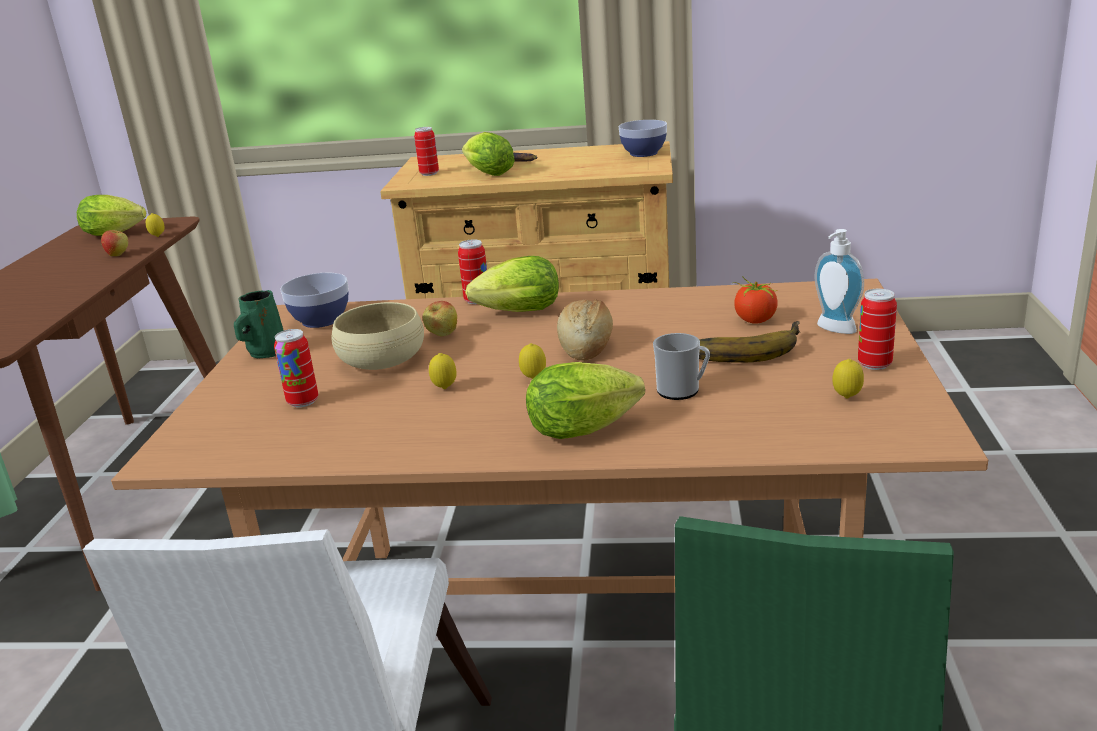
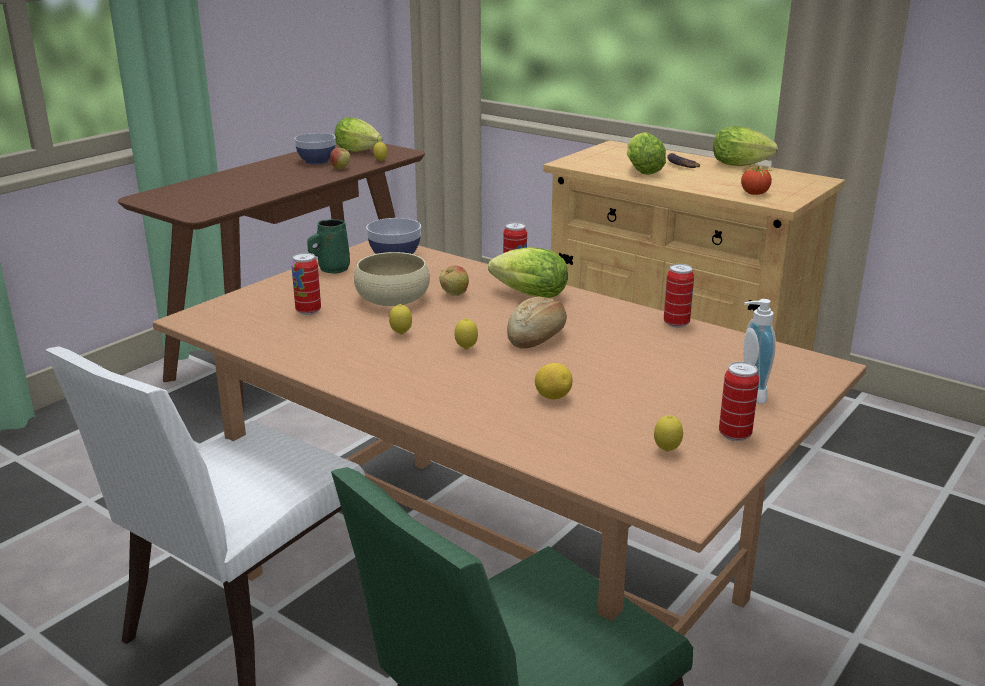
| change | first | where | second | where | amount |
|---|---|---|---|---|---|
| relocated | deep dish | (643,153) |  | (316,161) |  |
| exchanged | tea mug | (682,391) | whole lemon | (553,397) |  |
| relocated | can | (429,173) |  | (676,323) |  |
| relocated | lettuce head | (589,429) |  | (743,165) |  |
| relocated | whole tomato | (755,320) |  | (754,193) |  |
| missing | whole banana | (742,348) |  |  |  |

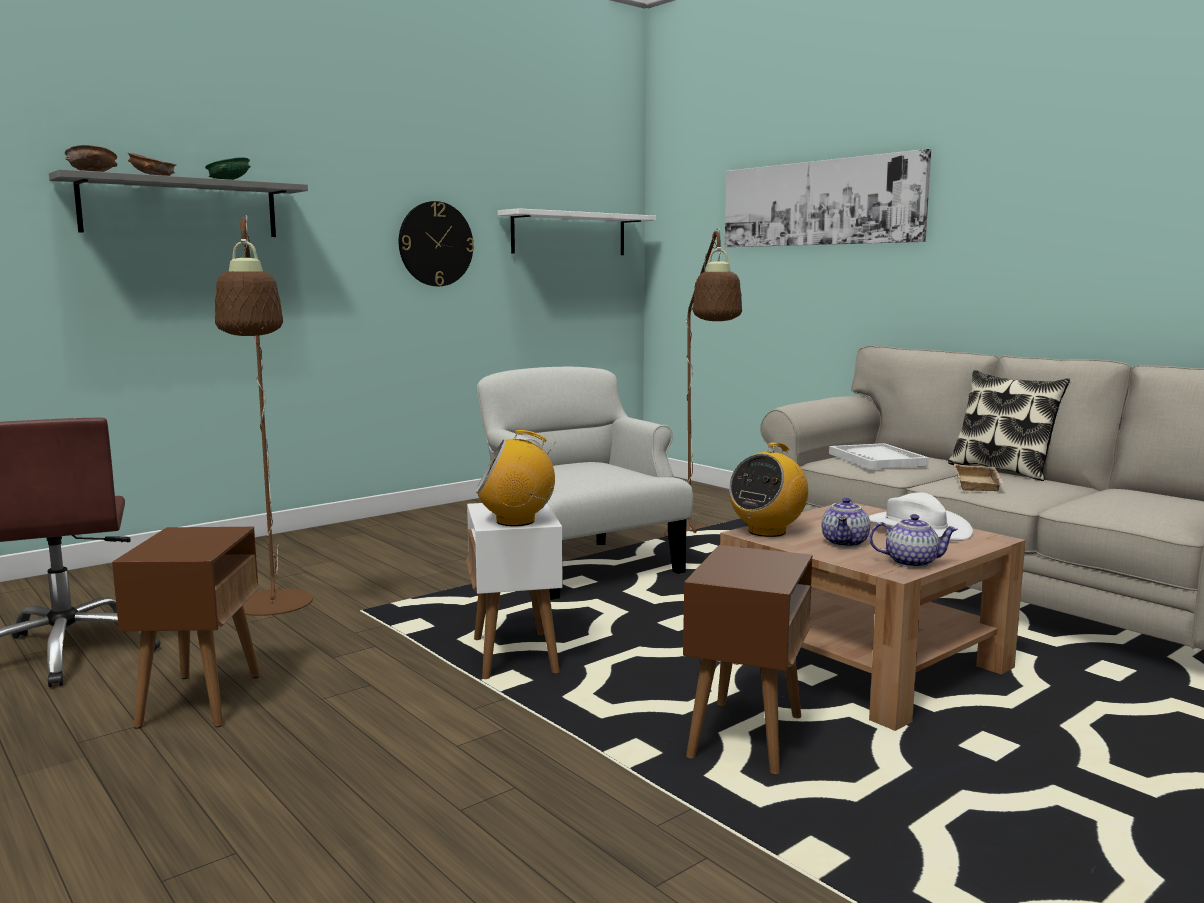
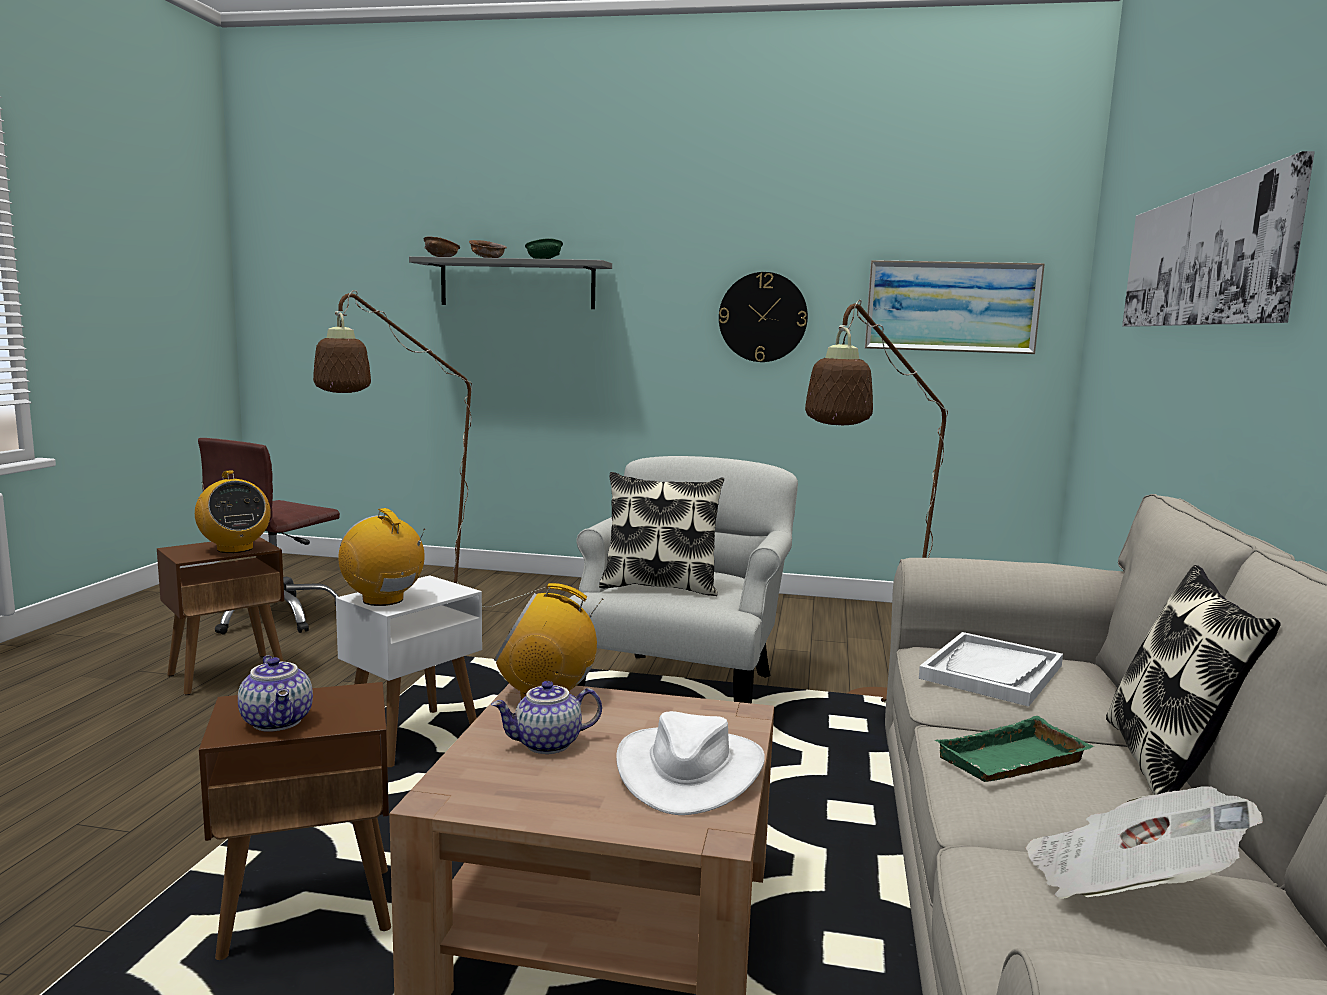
| change | first | where | second | where | amount |
|---|---|---|---|---|---|
| appeared |  |  | radio | (234,549) |  |
| relocated | teapot | (911,562) |  | (279,722) |  |
| appeared |  |  | pillow | (660,586) |  |
| exchanged | white-coloured bracket shelf | (569,234) | picture | (951,307) |  |
| colour | beige carrying tray | (980,484) | green-coloured carrying tray | (1013,763) |  |
| appeared |  |  | daily paper | (1126,887) |  |

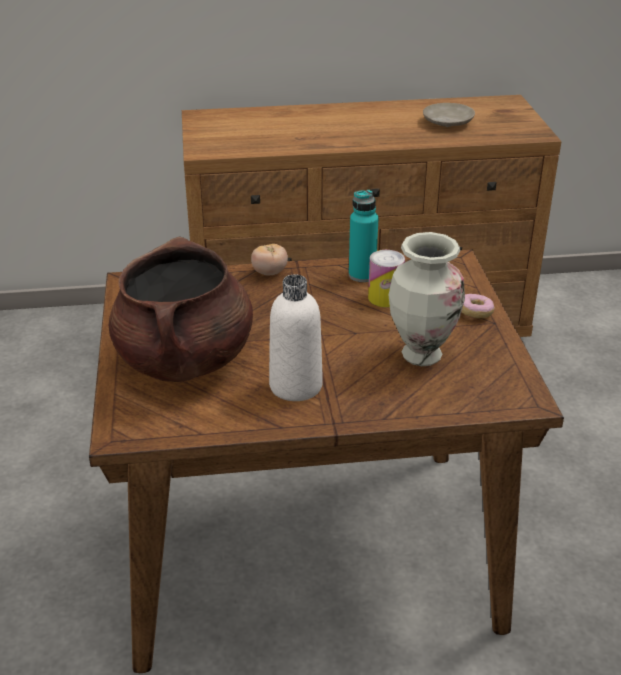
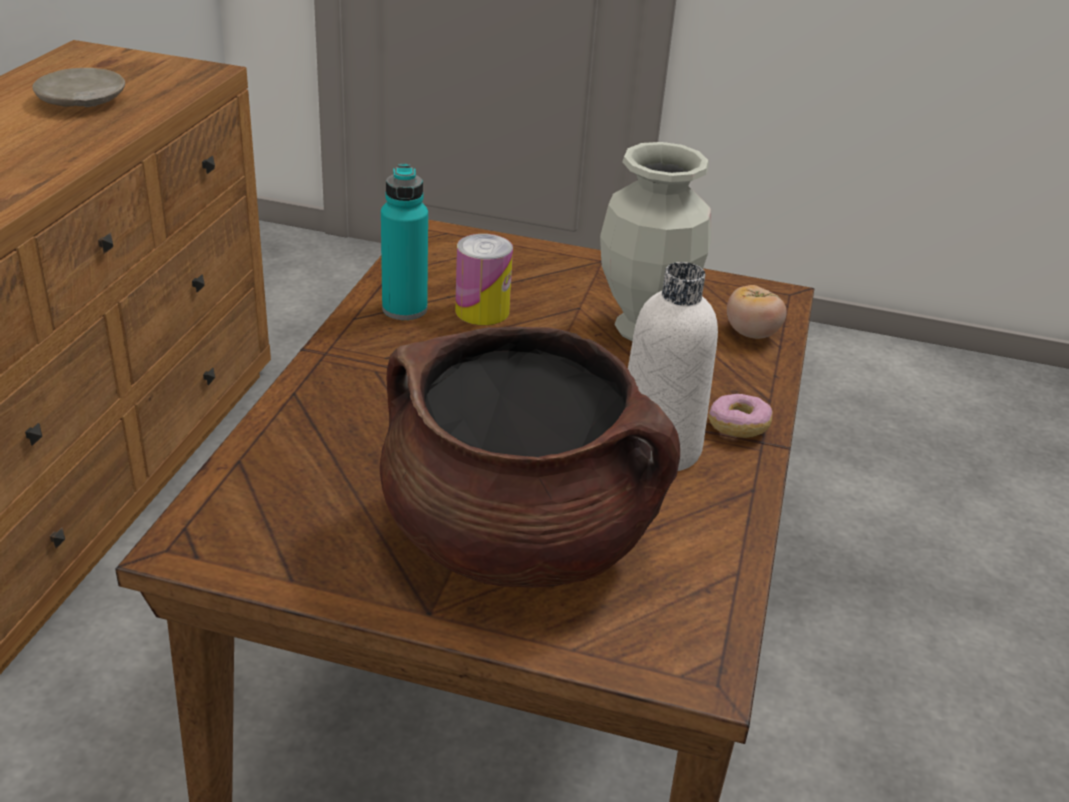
| change | first | where | second | where | amount |
|---|---|---|---|---|---|
| relocated | doughnut | (475,313) |  | (738,427) |  |
| relocated | whole tomato | (269,272) |  | (751,334) |  |

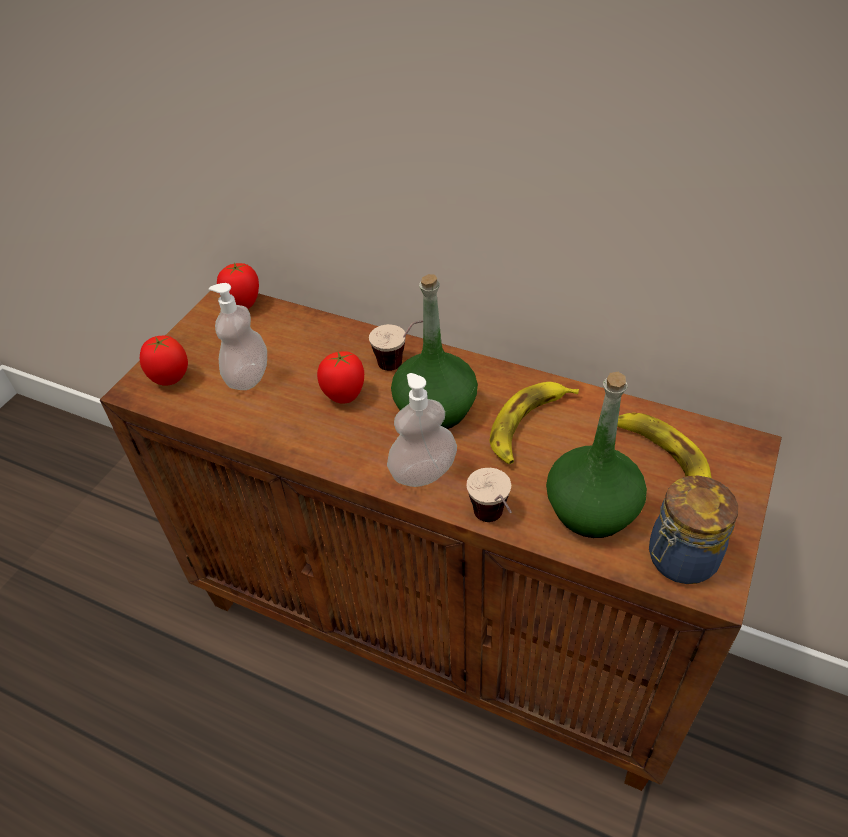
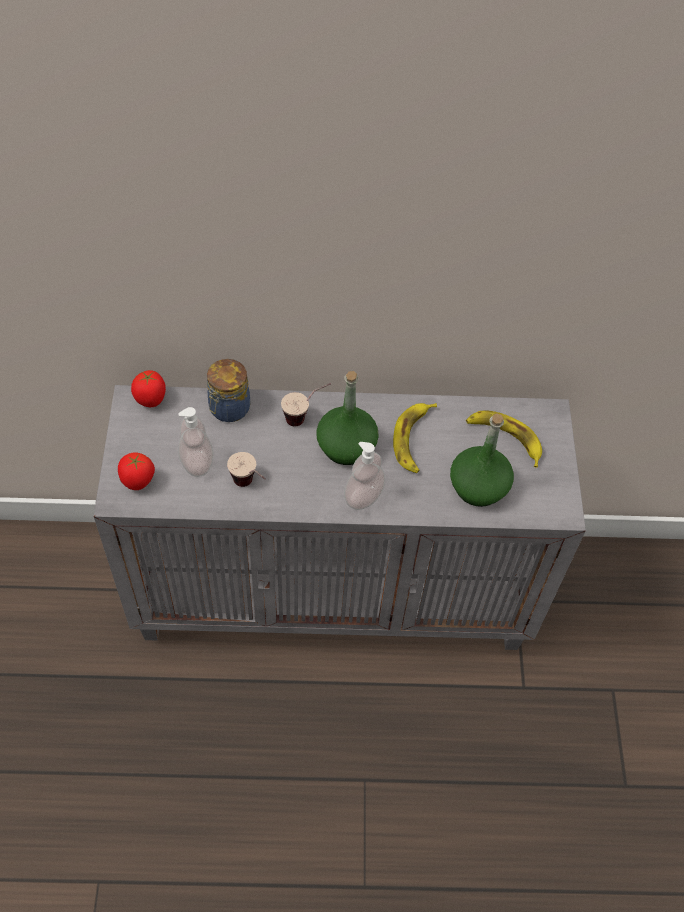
| change | first | where | second | where | amount |
|---|---|---|---|---|---|
| colour | brownish storage cabinet | (441,629) | grey storage cabinet | (335,591) |  |
| relocated | preserve jar | (679,560) |  | (228,409) |  |
| relocated | small cup | (494,525) |  | (250,487) |  |
| missing | whole tomato | (344,396) |  |  |  |

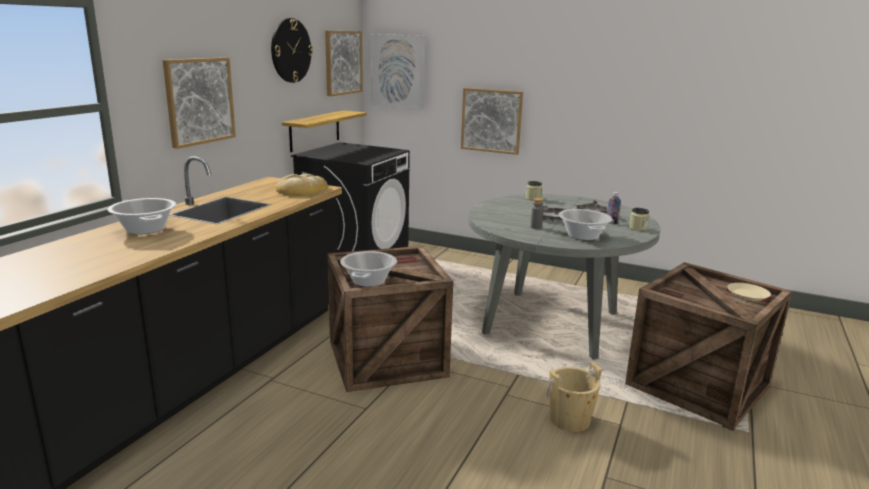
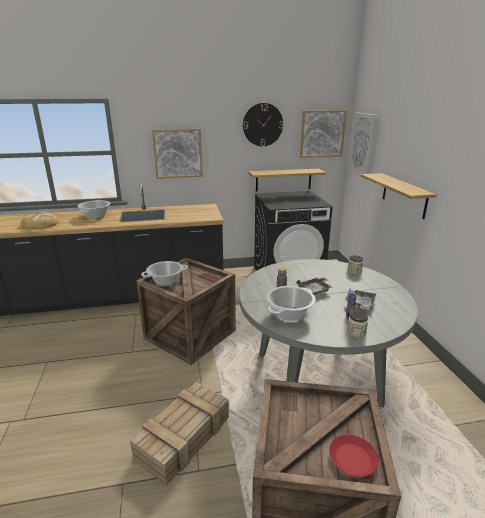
| change | first | where | second | where | amount |
|---|---|---|---|---|---|
| relocated | baked bread | (301,190) |  | (40,224) |  |
| exchanged | beige bucket | (570,420) | shipping crate | (183,439) |  |
| colour | beige plate | (748,295) | reddish plate | (353,459) |  |
| exchanged | picture | (491,120) | bracket shelf | (404,195) |  |

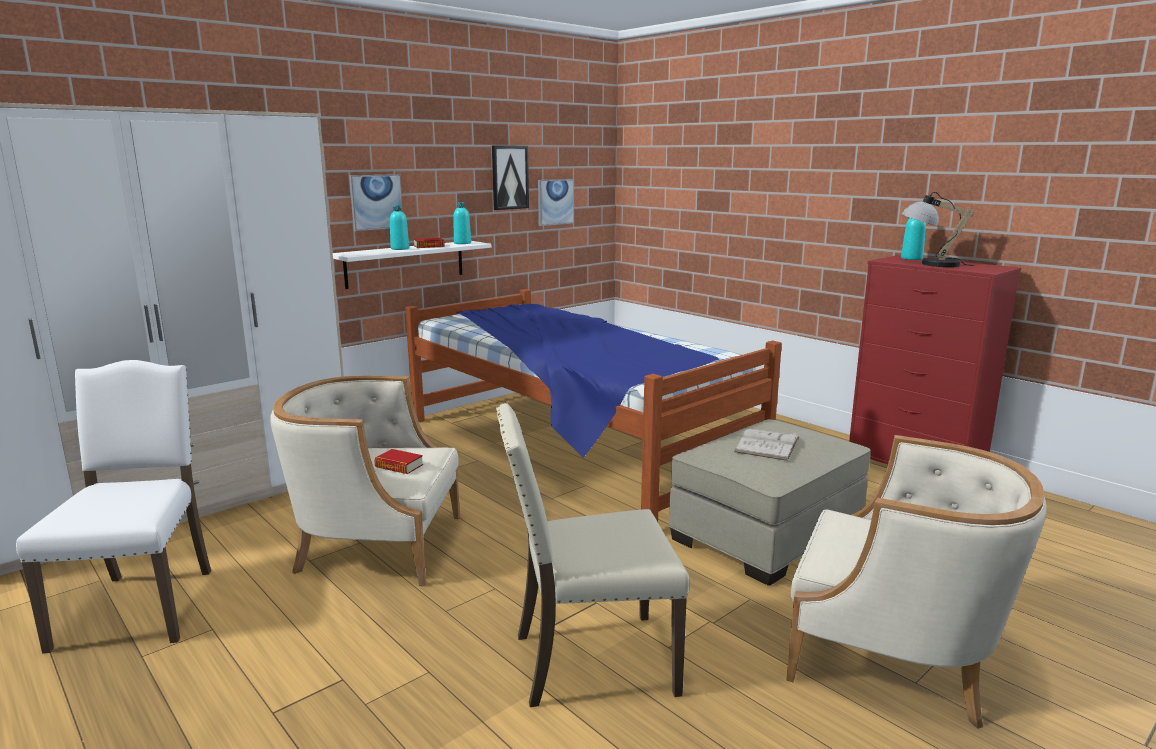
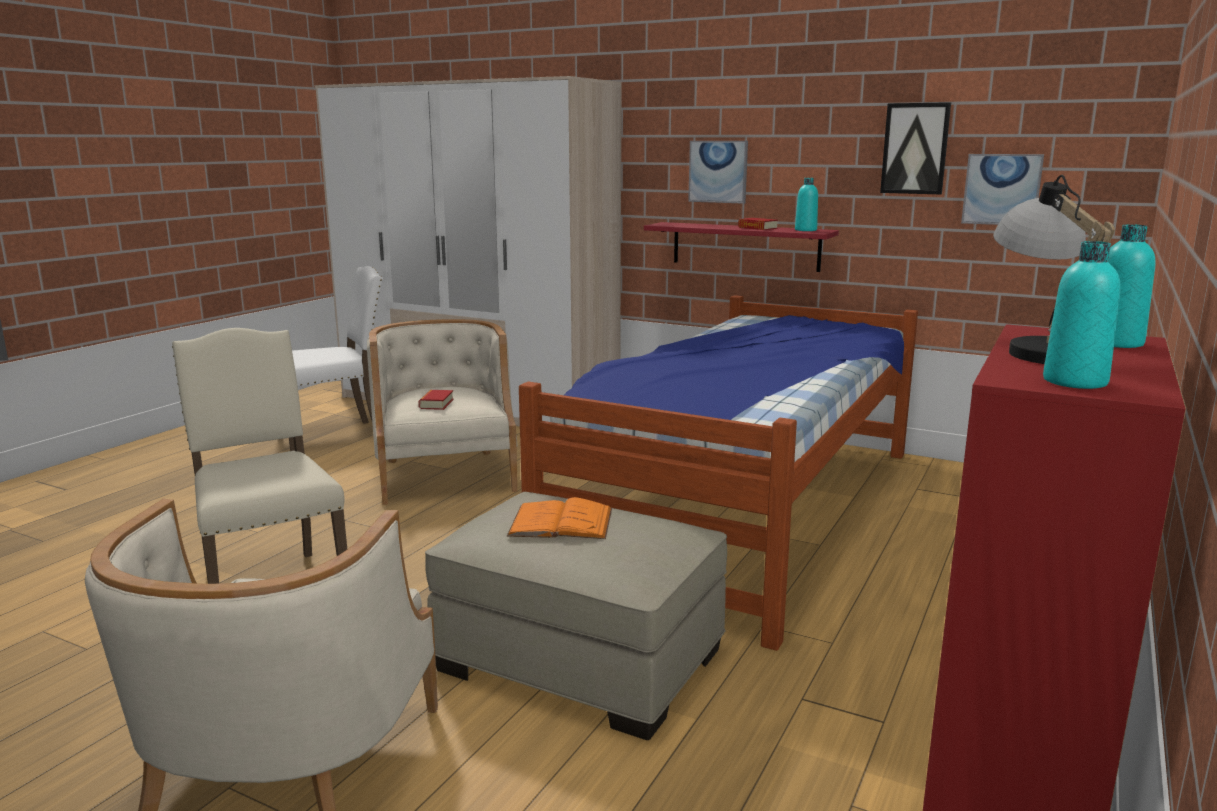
| change | first | where | second | where | amount |
|---|---|---|---|---|---|
| colour | white-coloured volume | (767,444) | orange volume | (561,522) |  |
| colour | white-coloured bracket shelf | (405,264) | reddish bracket shelf | (745,246) |  |
| relocated | blue-green beverage bottle | (400,248) |  | (1075,382) |  |

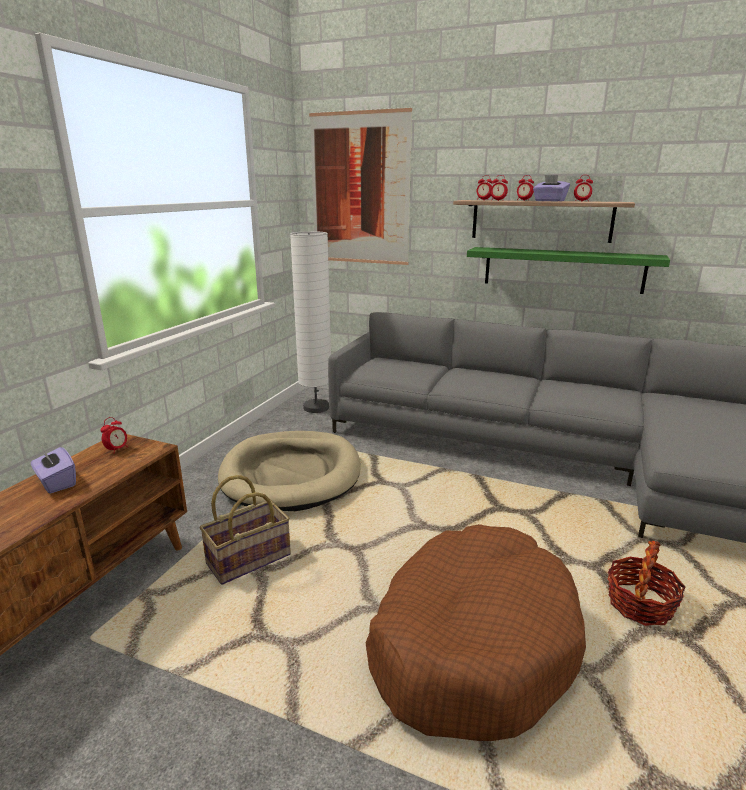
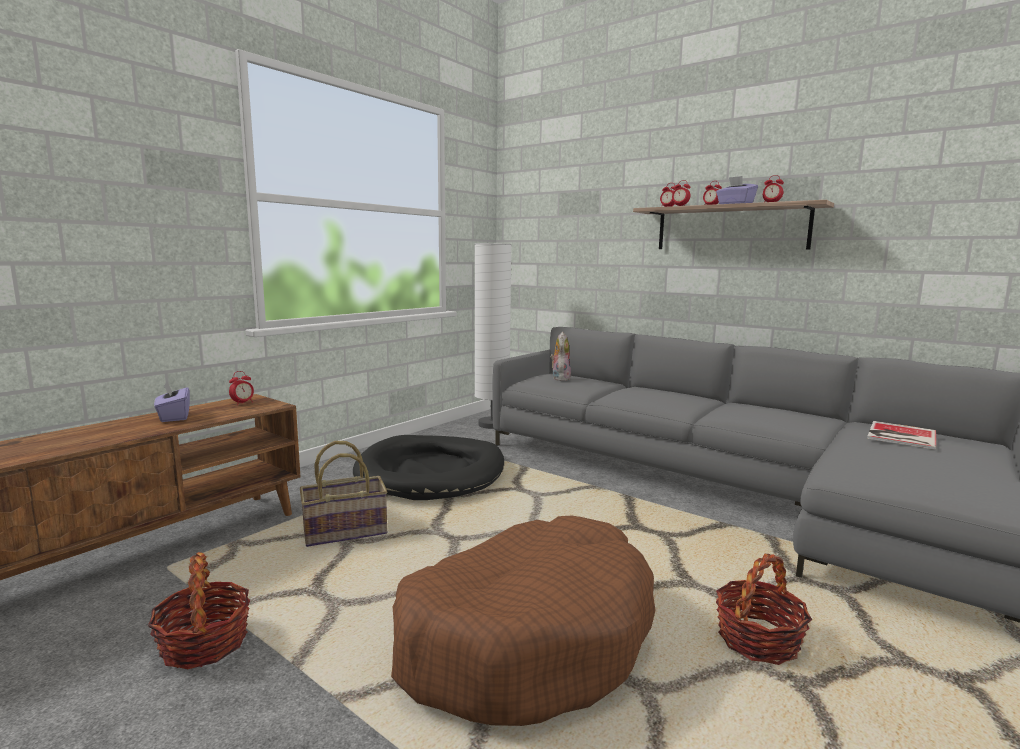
| change | first | where | second | where | amount |
|---|---|---|---|---|---|
| appeared |  |  | basket | (205,644) |  |
| colour | beige dog bed | (291,474) | black-coloured dog bed | (431,472) |  |
| appeared |  |  | soft toy | (560,378) |  |
| appeared |  |  | volume | (899,435) |  |
| missing | picture | (360,189) |  |  |  |
| missing | green-coloured bracket shelf | (562,269) |  |  |  |

